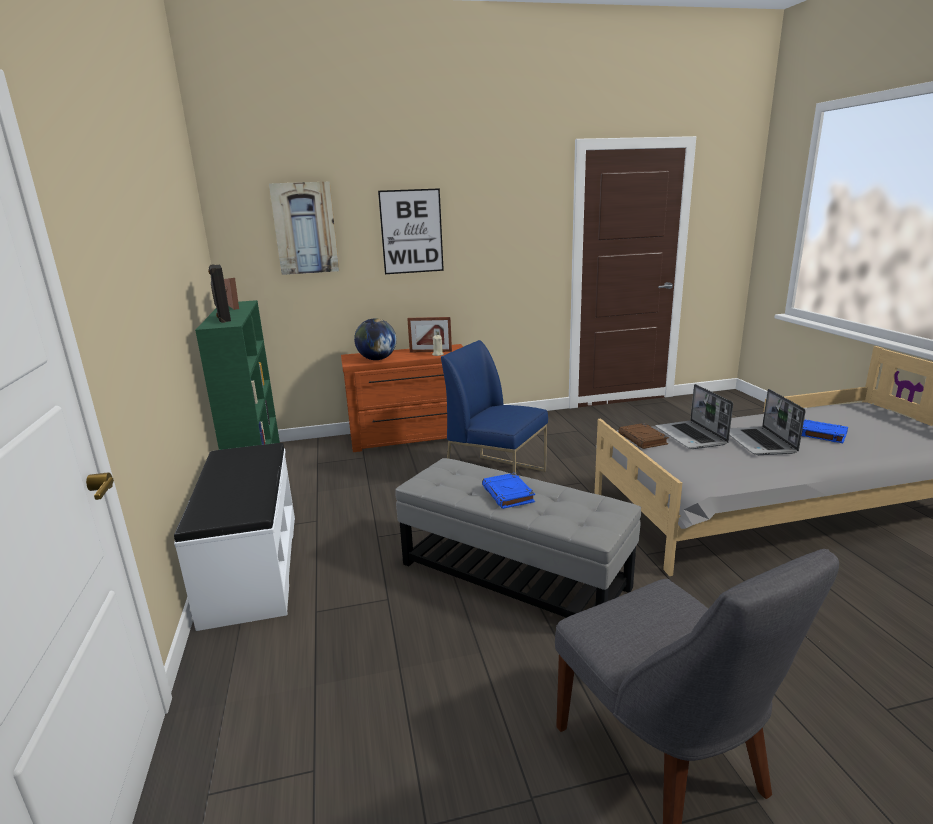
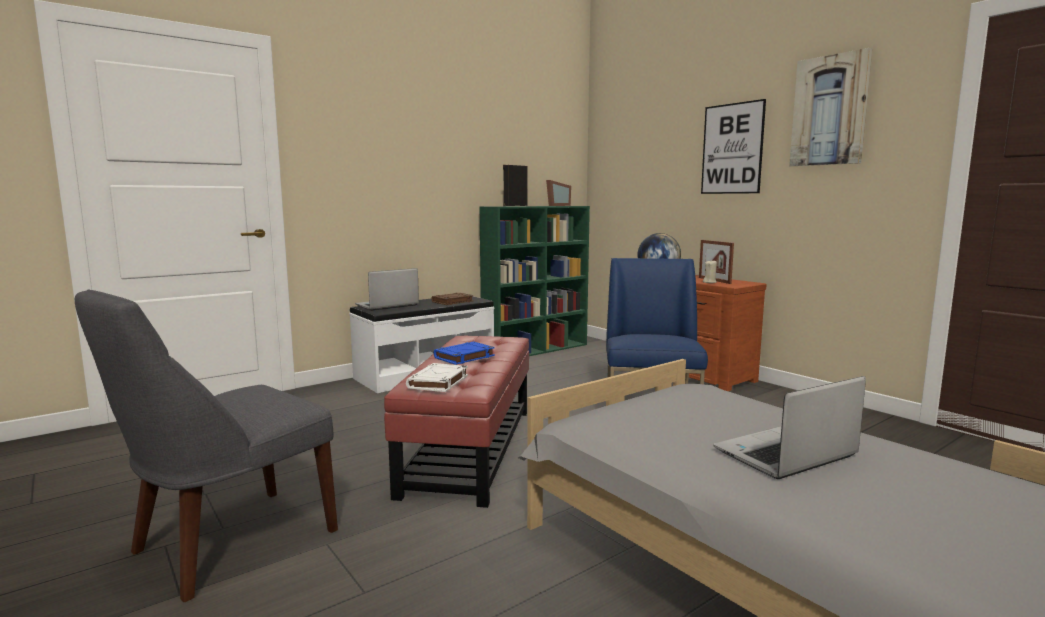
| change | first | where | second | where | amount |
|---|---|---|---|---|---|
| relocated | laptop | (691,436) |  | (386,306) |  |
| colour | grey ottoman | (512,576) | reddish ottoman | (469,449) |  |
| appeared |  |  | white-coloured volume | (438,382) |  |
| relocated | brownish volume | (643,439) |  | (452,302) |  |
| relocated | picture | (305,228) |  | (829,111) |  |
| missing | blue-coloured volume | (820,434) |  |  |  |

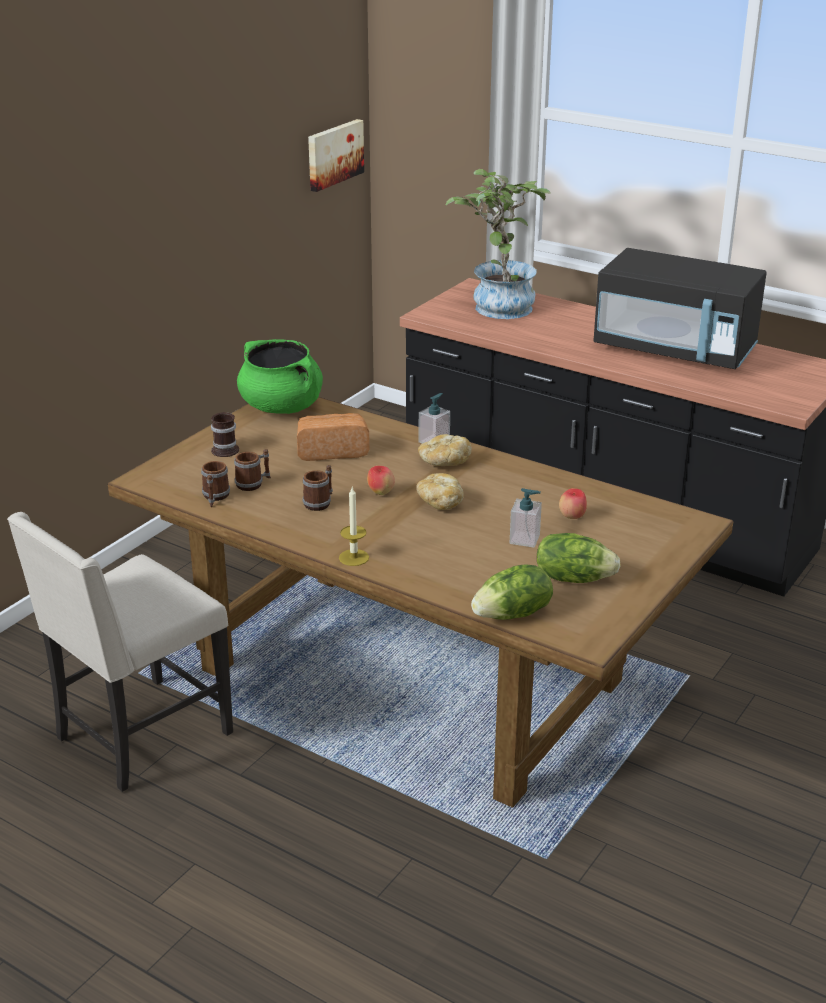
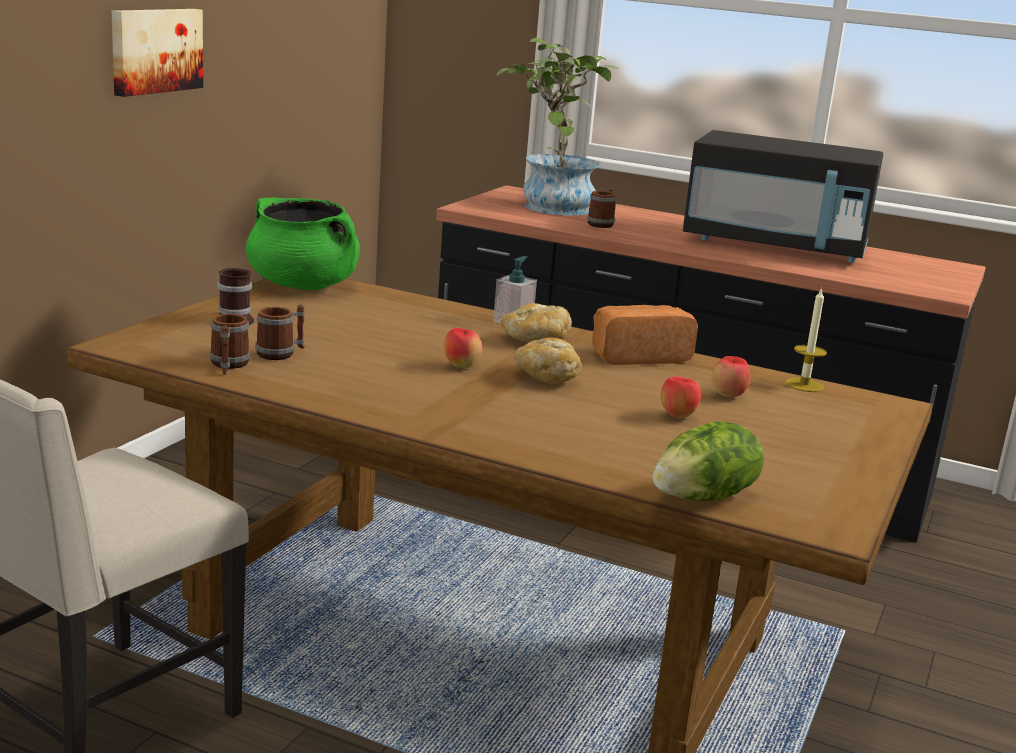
| change | first | where | second | where | amount |
|---|---|---|---|---|---|
| relocated | picture | (334,154) |  | (155,50) |  |
| relocated | tea mug | (320,502) |  | (602,224) |  |
| relocated | baked bread | (332,451) |  | (637,356) |  |
| exchanged | liquid soap bottle | (525,539) | whole apple | (677,416) |  |
| relocated | wax candle | (354,557) |  | (804,385) |  |
| missing | lettuce head | (573,578) |  |  |  |

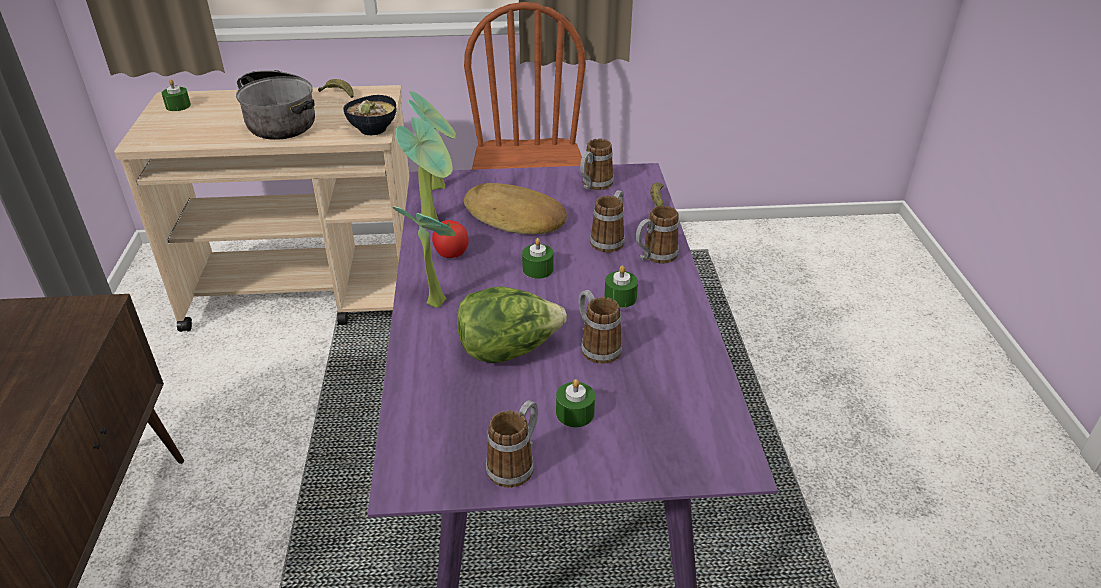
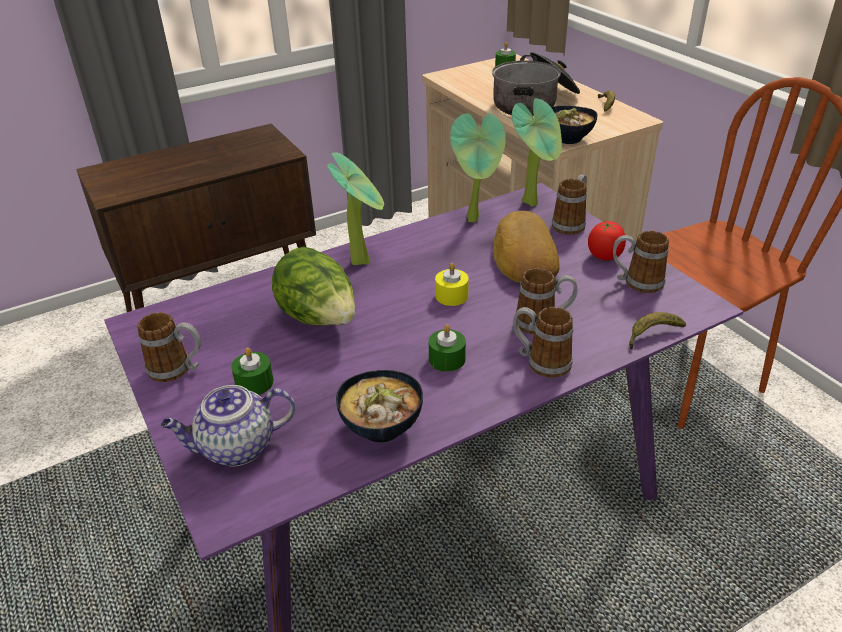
| change | first | where | second | where | amount |
|---|---|---|---|---|---|
| appeared |  |  | teapot | (236,448) |  |
| appeared |  |  | deep dish | (382,428) |  |
| colour | green-coloured wax candle | (538,269) | yellowish wax candle | (451,296) |  |
| relocated | tea mug | (596,346) |  | (571,223) |  |
| relocated | whole tomato | (451,253) |  | (604,256) |  |

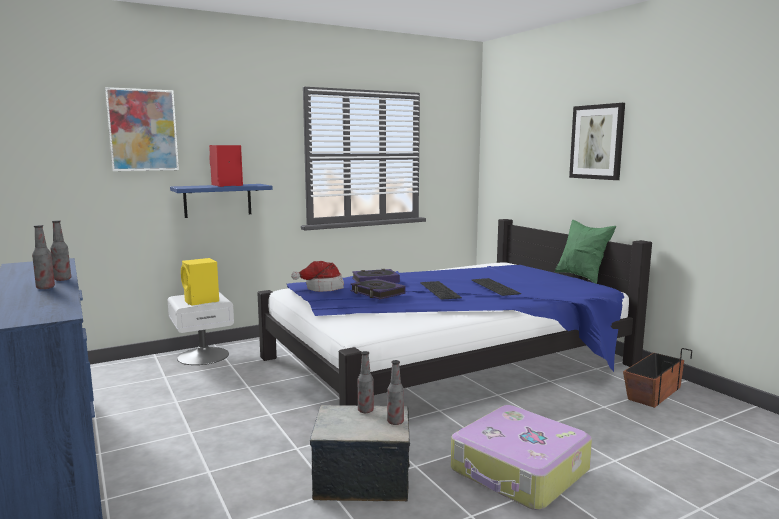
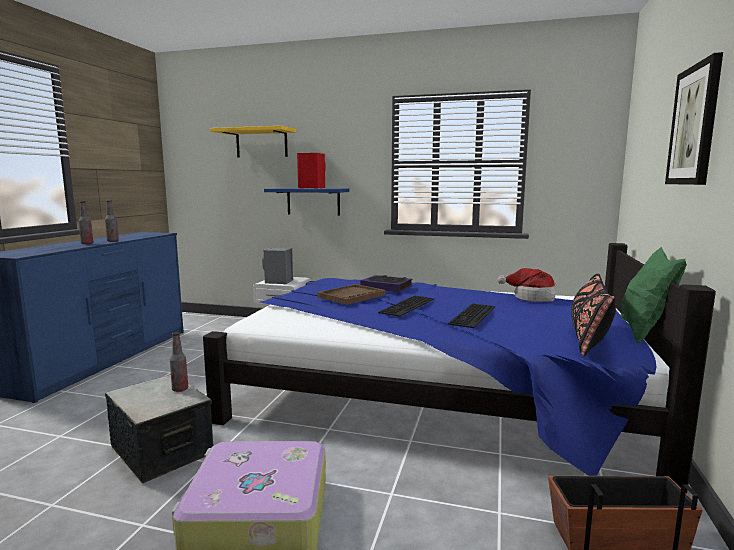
| change | first | where | second | where | amount |
|---|---|---|---|---|---|
| exchanged | picture | (143,130) | yellowish bracket shelf | (261,143) |  |
| colour | yellowish audio speaker | (201,301) | grey audio speaker | (278,282) |  |
| exchanged | volume | (377,293) | brownish carrying tray | (351,296) |  |
| relocated | wearable hat | (322,287) |  | (532,297) |  |
| appeared |  |  | black-coloured pillow | (588,337) |  |
| missing | beverage bottle | (395,422) |  |  |  |

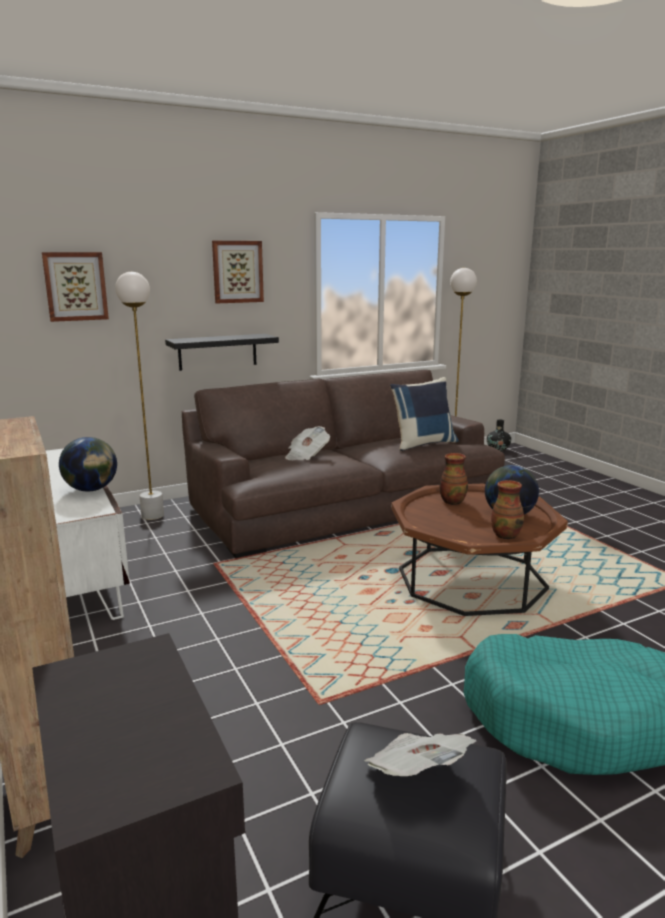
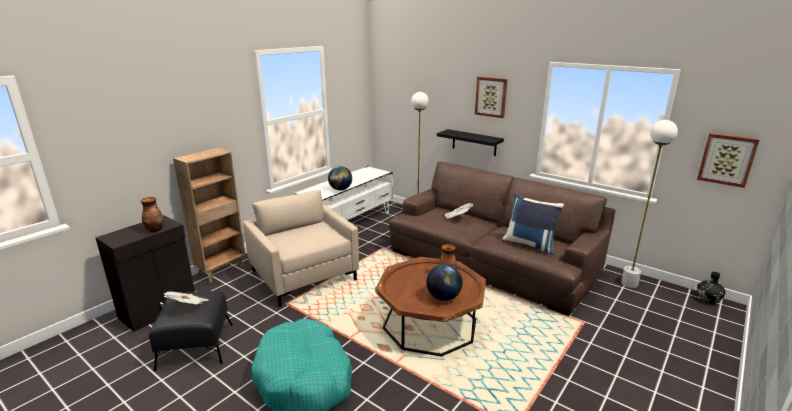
| change | first | where | second | where | amount |
|---|---|---|---|---|---|
| relocated | vase | (505,535) |  | (155,230) |  |
| appeared |  |  | beige armchair | (304,275) |  |
| relocated | picture | (75,286) |  | (727,159) |  |

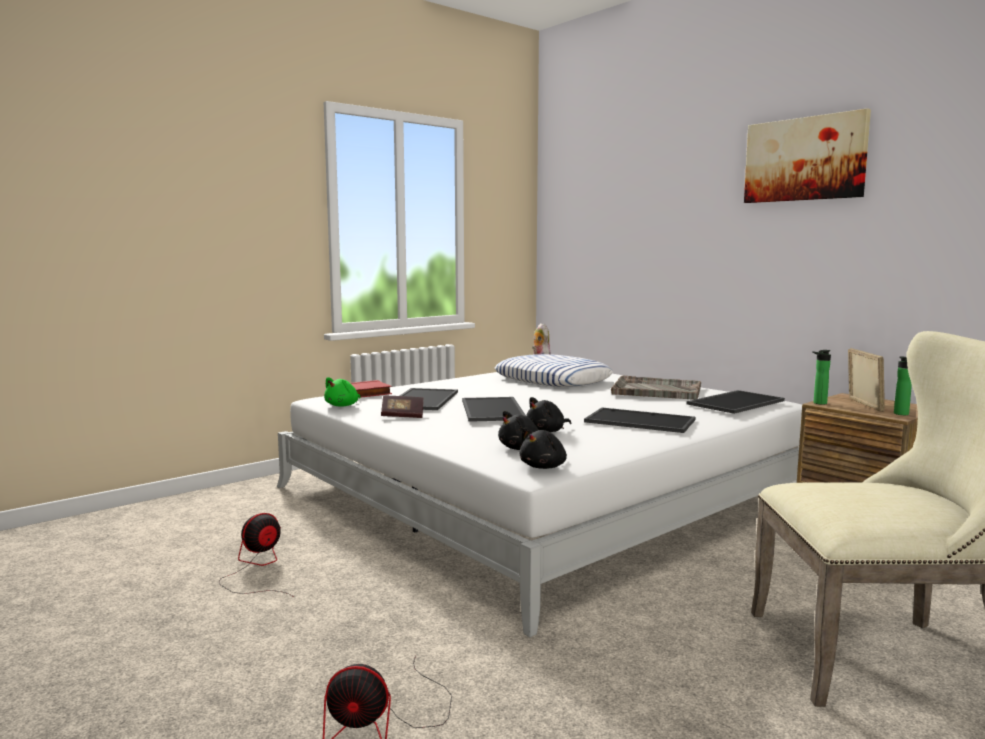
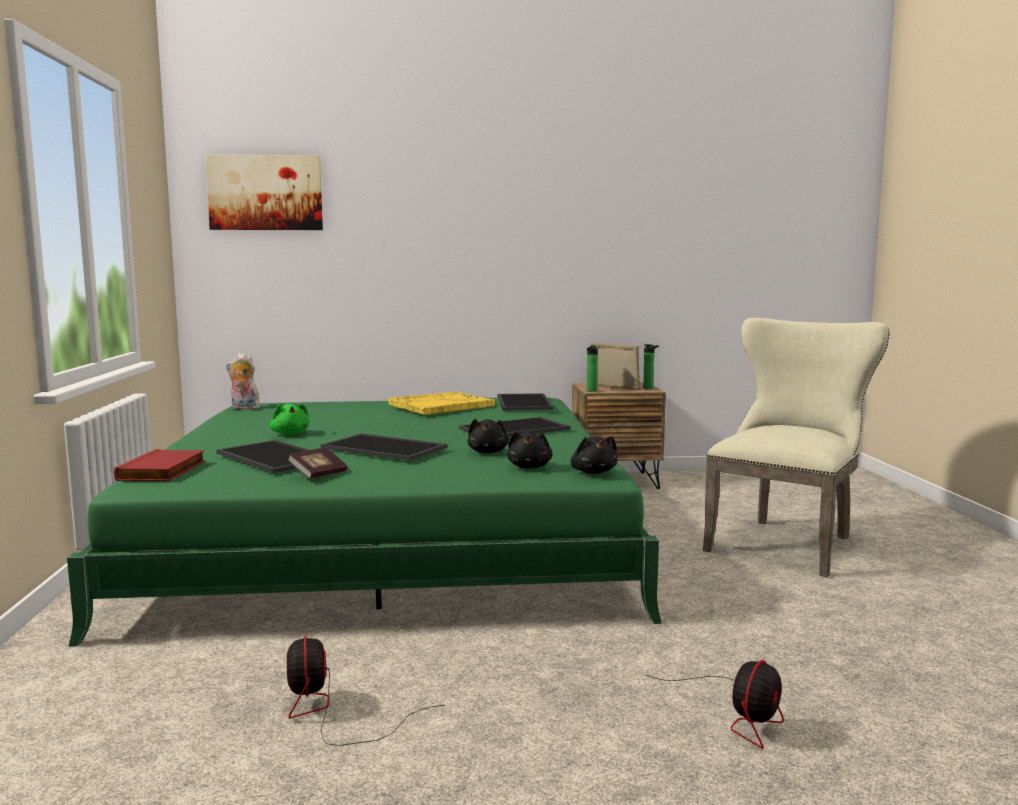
| change | first | where | second | where | amount |
|---|---|---|---|---|---|
| colour | white-coloured sleeping bed | (545,492) | green-coloured sleeping bed | (390,535) |  |
| relocated | picture | (804,159) |  | (265,193) |  |
| relocated | green-coloured soft toy | (343,405) |  | (290,434) |  |
| colour | grey carrying tray | (655,390) | yellowish carrying tray | (440,405) |  |
| missing | pillow | (553,380) |  |  |  |

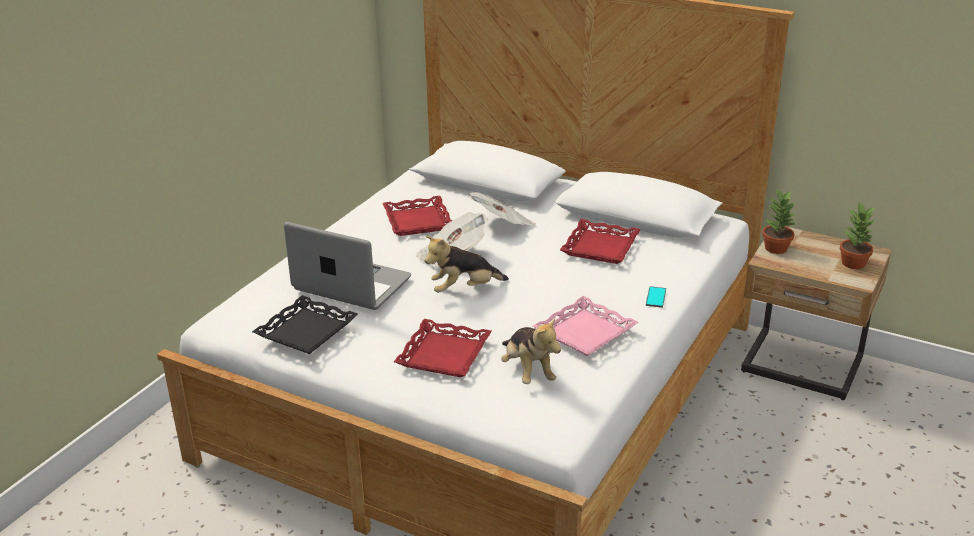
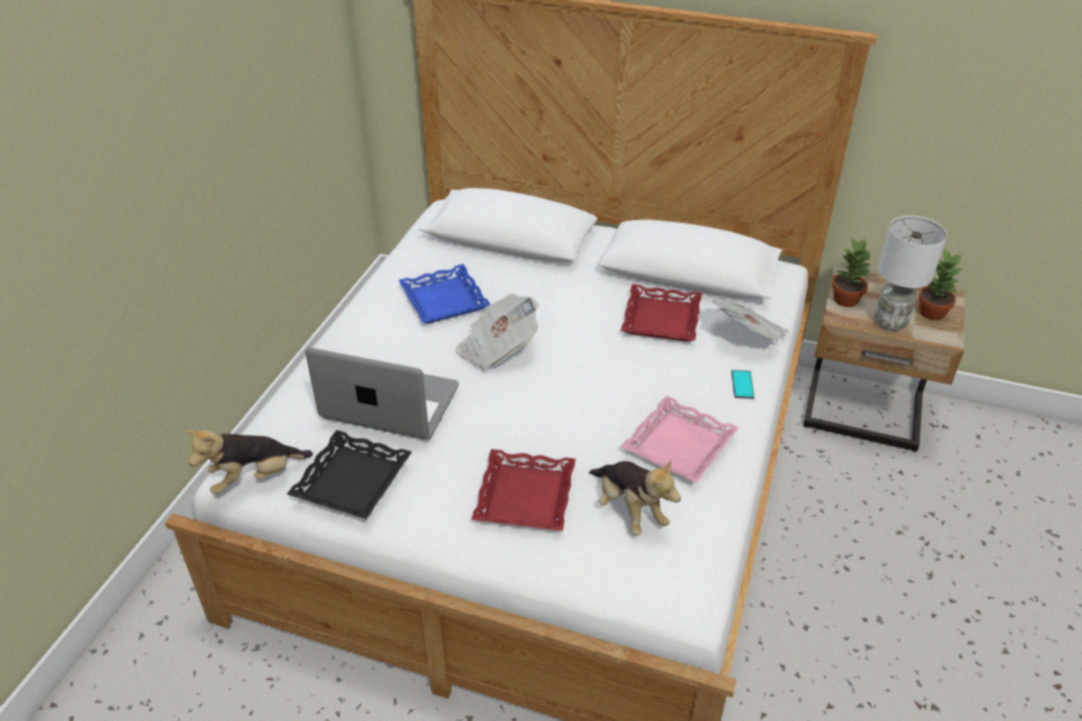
| change | first | where | second | where | amount |
|---|---|---|---|---|---|
| relocated | soft toy | (464,289) |  | (254,478) |  |
| colour | reddish carrying tray | (417,221) | blue-coloured carrying tray | (443,300) |  |
| relocated | daily paper | (502,225) |  | (749,336) |  |
| appeared |  |  | white-coloured tabletop lamp | (889,322) |  |

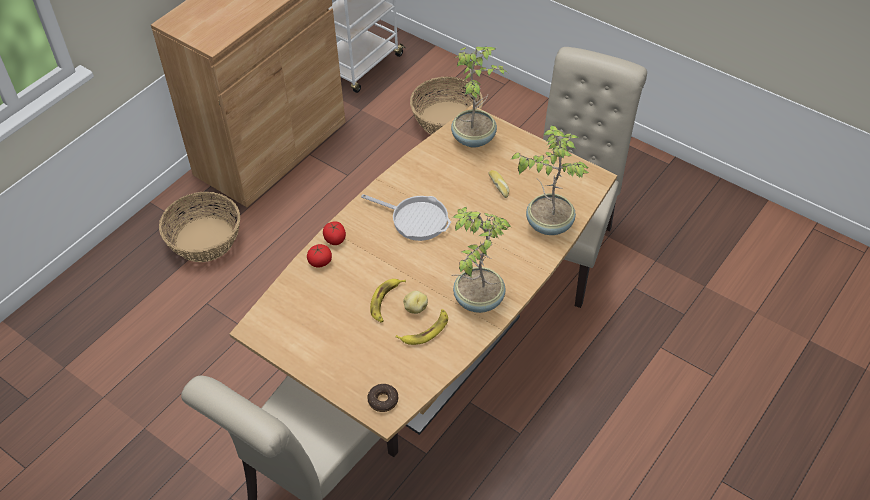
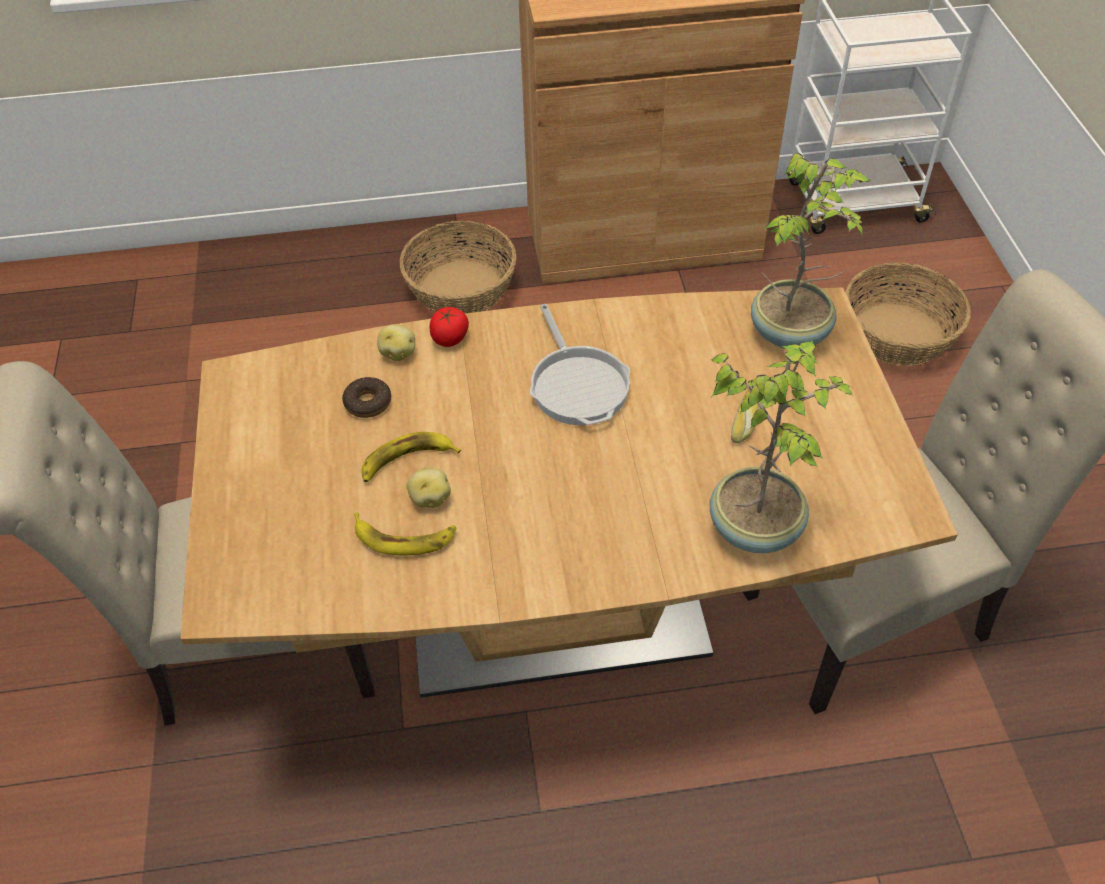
| change | first | where | second | where | amount |
|---|---|---|---|---|---|
| relocated | doughnut | (383,400) |  | (368,403) |  |
| exchanged | whole tomato | (320,262) | spud | (398,353) |  |
| missing | plant in a pot | (477,299) |  |  |  |

